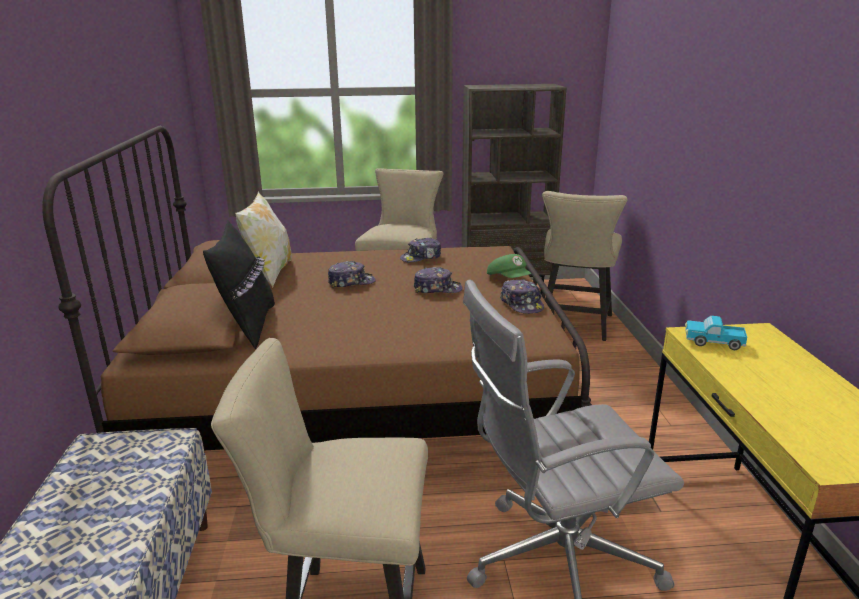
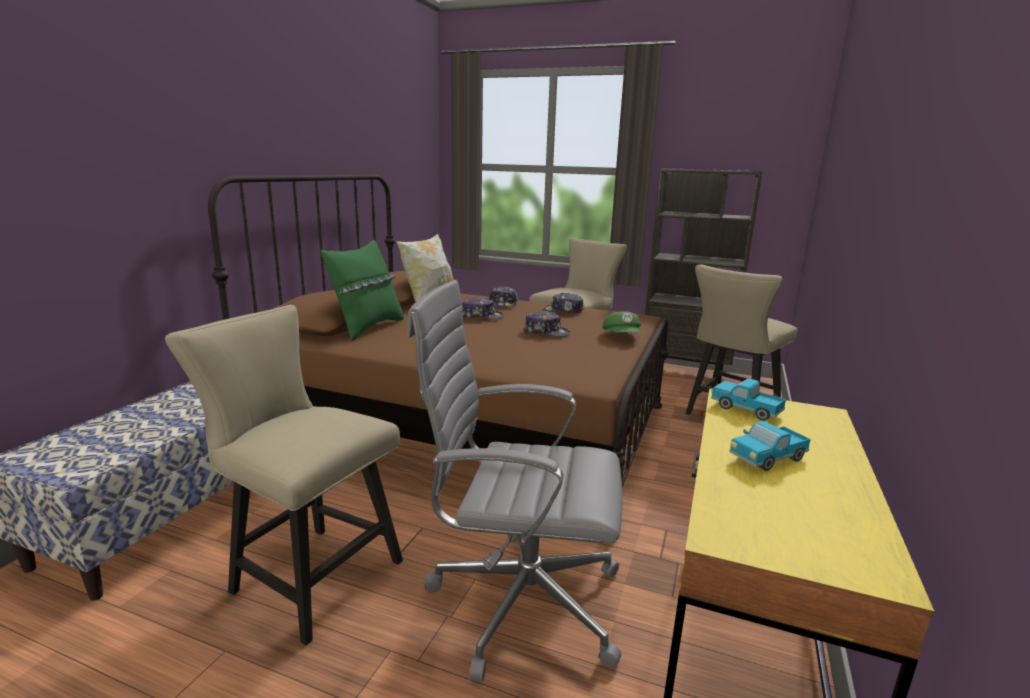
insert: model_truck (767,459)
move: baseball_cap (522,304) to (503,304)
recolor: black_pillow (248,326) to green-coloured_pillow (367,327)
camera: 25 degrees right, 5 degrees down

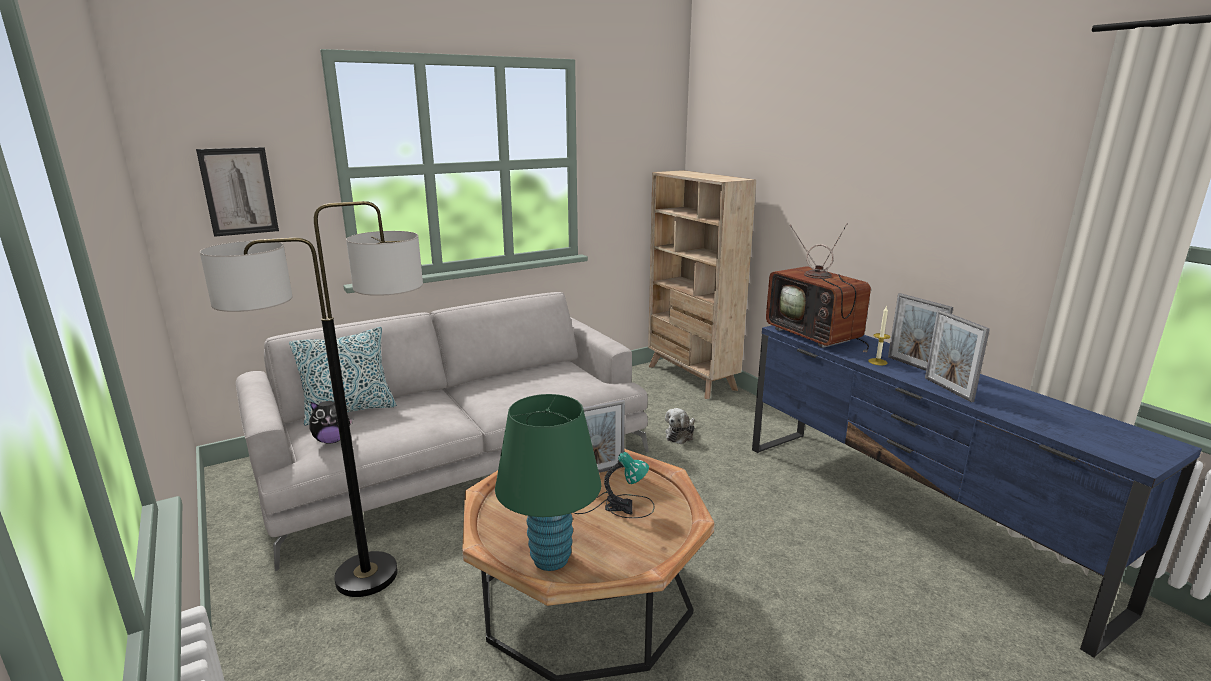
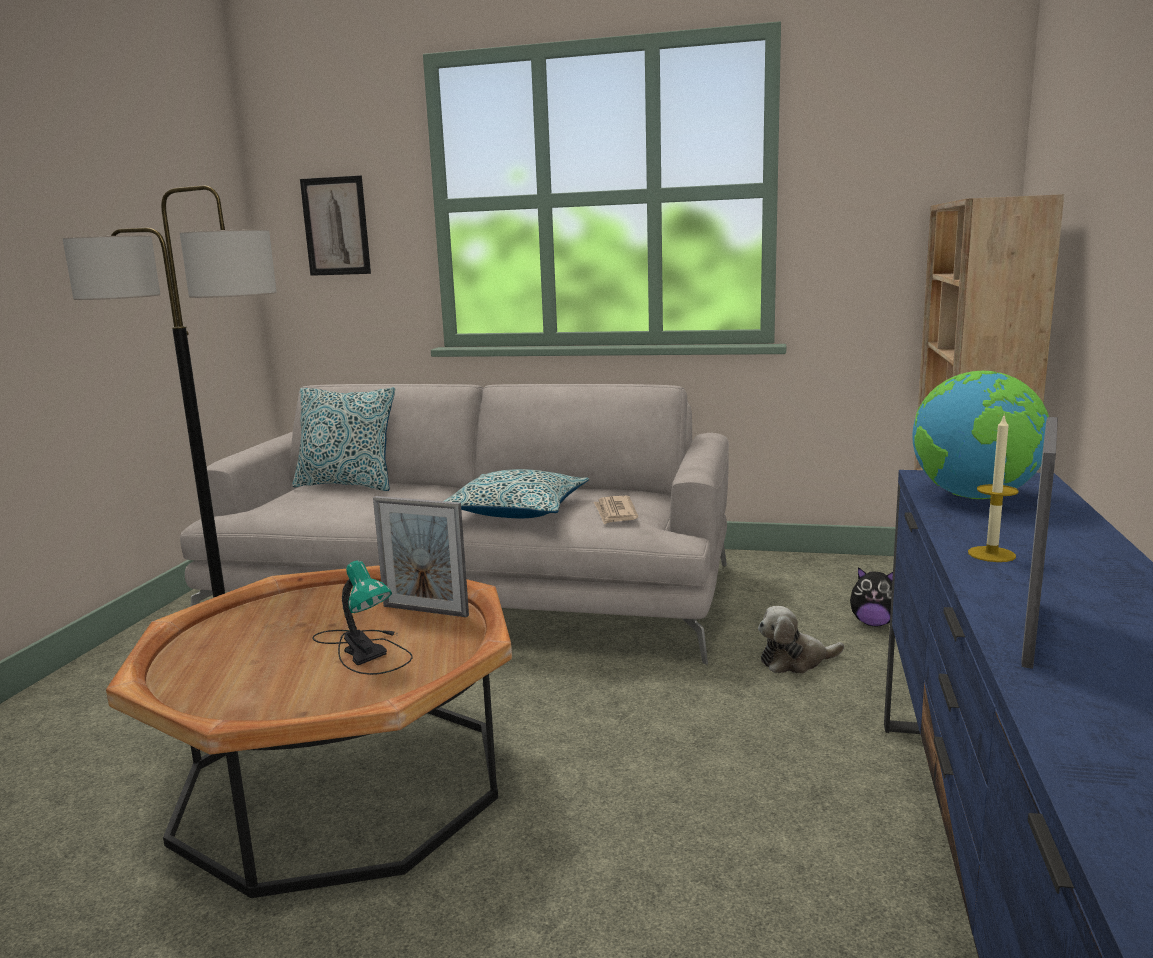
delete: green-coloured_table_lamp (551,559); standing_frame (913,365)
insert: pillow (517,510); newspaper (615,513)
move: plush_toy (332,440) to (874,623)
replace: TV_set (817,336) to globe (975,497)
camera: 45 degrees right, 5 degrees down

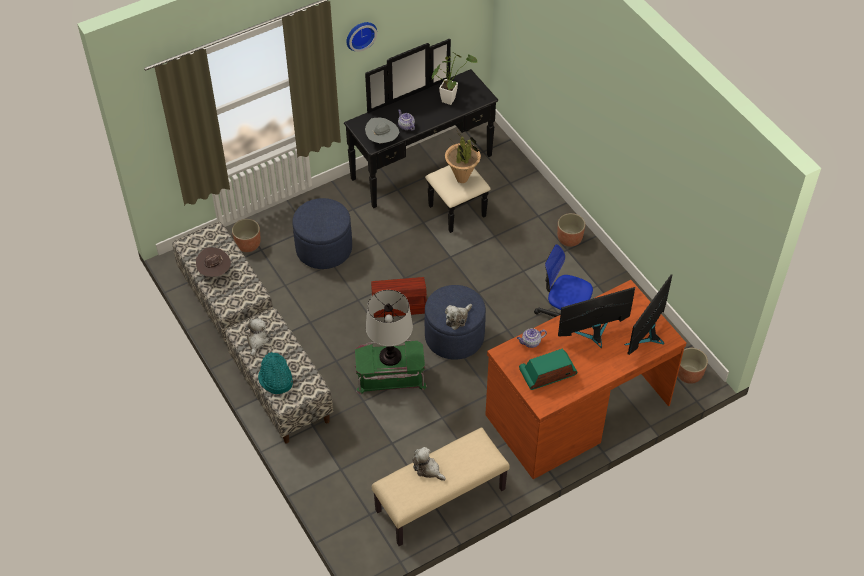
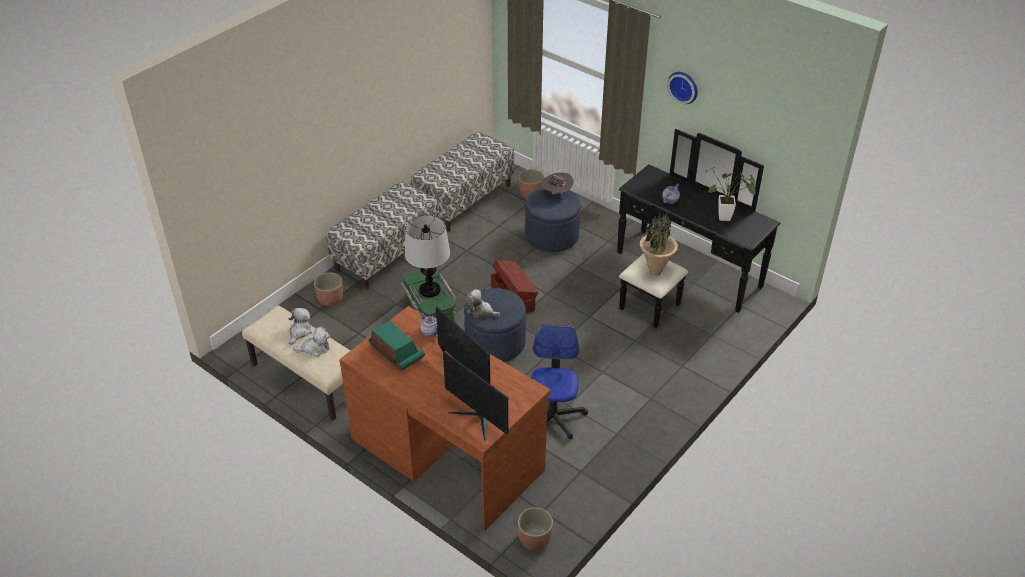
delete: turquoise_wearable_hat (275,379); gray_wearable_hat (382,140)
move: brown-coloured_wearable_hat (214,272) to (556,193); plush_toy (257,341) to (315,348); plant_pot (569,239) to (330,299)
rotate: computer_screen (647,336) = (478,417) 150 degrees counterclockwise
camera: 70 degrees right, 10 degrees down

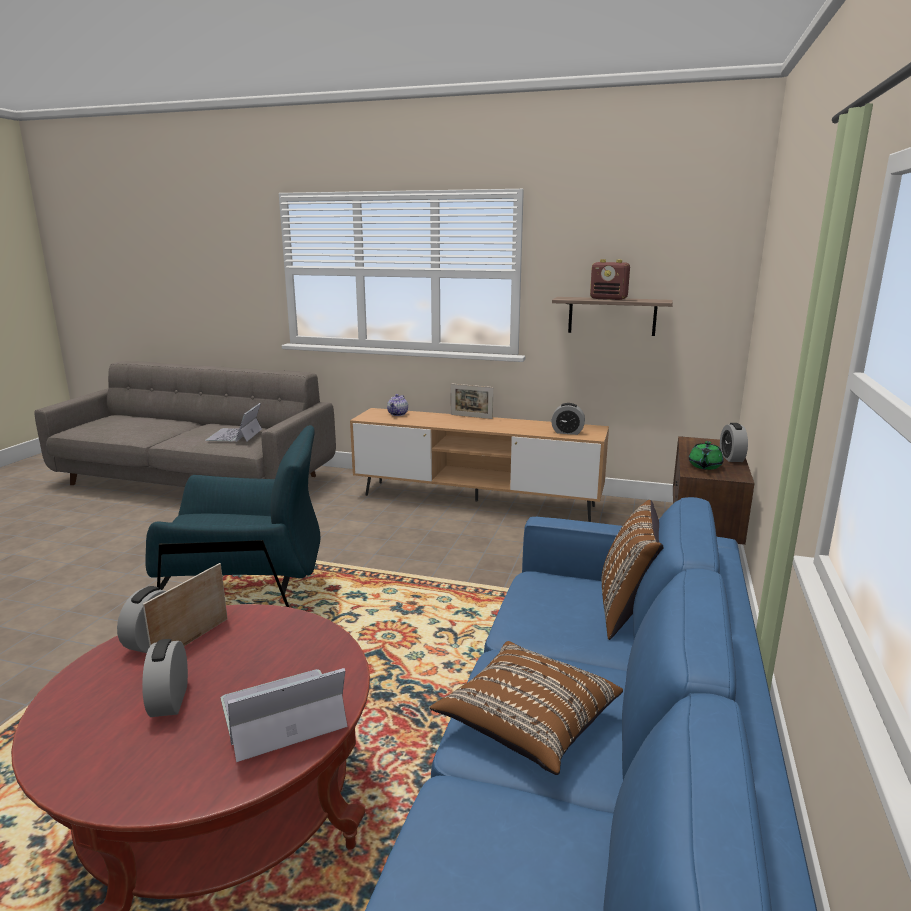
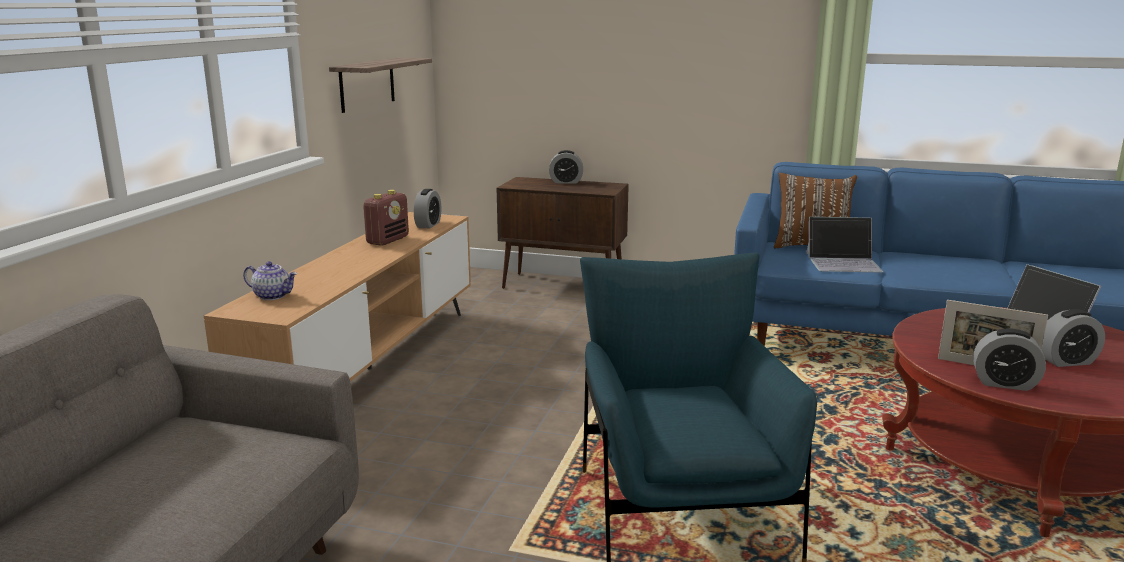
delete: brown-coloured_pillow (527,723); standing_frame (471,416); green-coloured_pot_for_tea (704,466)
move: portable_computer (235,435) to (843,262); radio_set (609,299) to (388,240)
camera: 90 degrees left, 0 degrees up

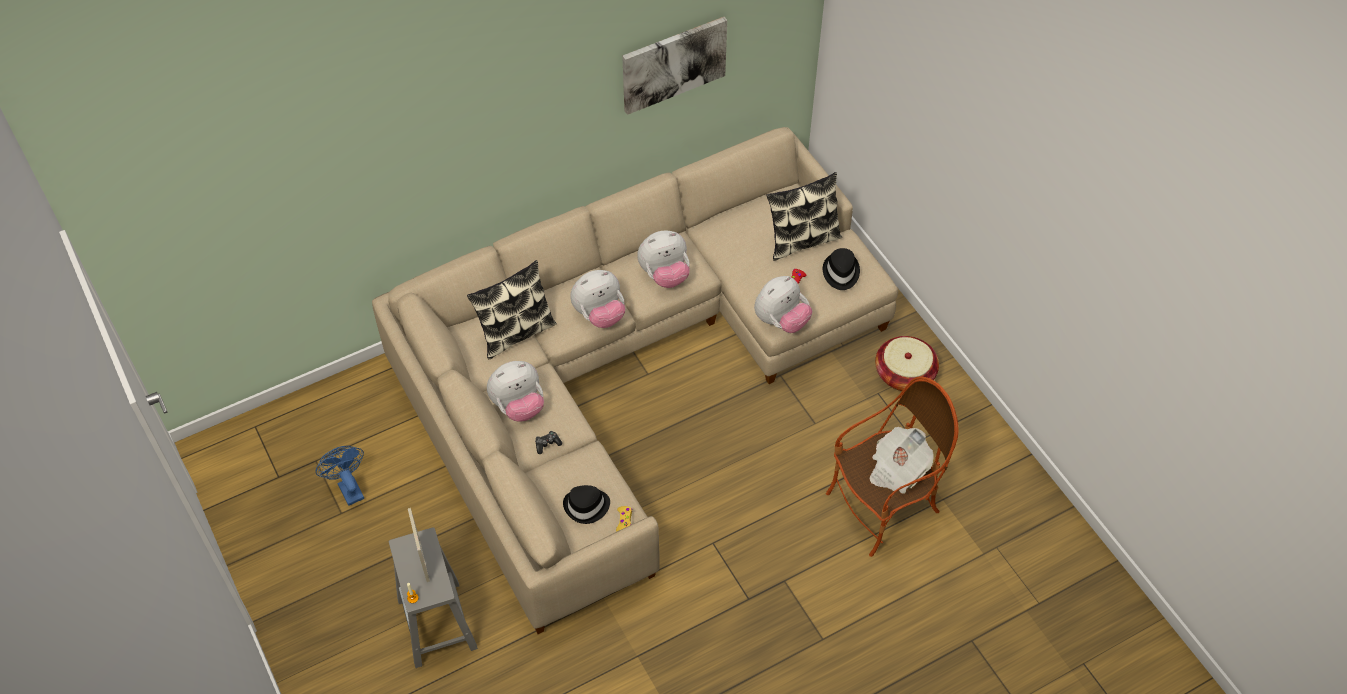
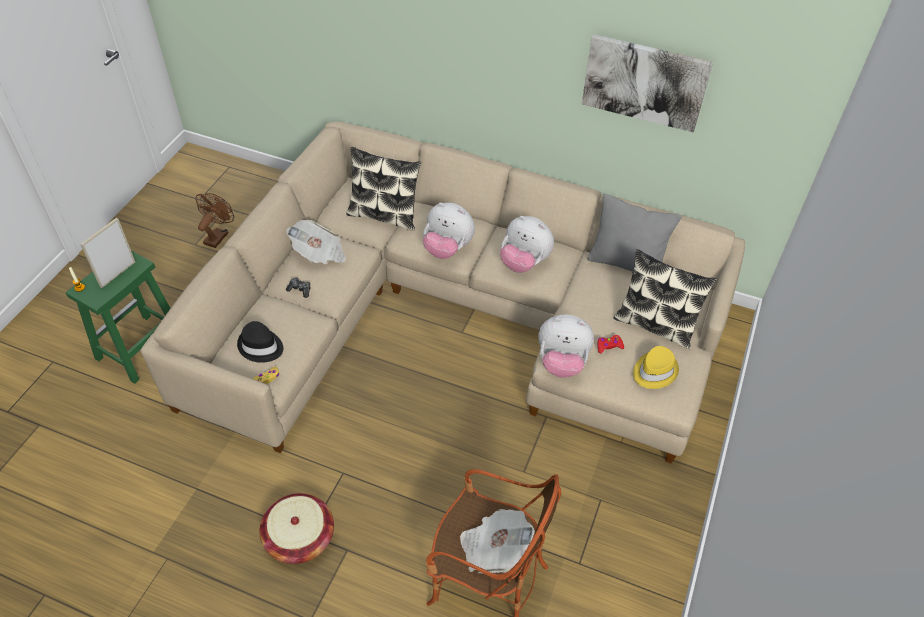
insert: gray_pillow (626,263)
move: storage_basket (904,374) to (299,538)
replace: plush_toy (518,406) to newspaper (319,254)
recolor: bluish_fan (348,487) to brown-coloured_fan (218,235); gray_sitting_stool (438,625) to green-coloured_sitting_stool (140,349); black_wearable_hat (840,272) to yellowish_wearable_hat (654,371)
camera: 50 degrees right, 5 degrees down

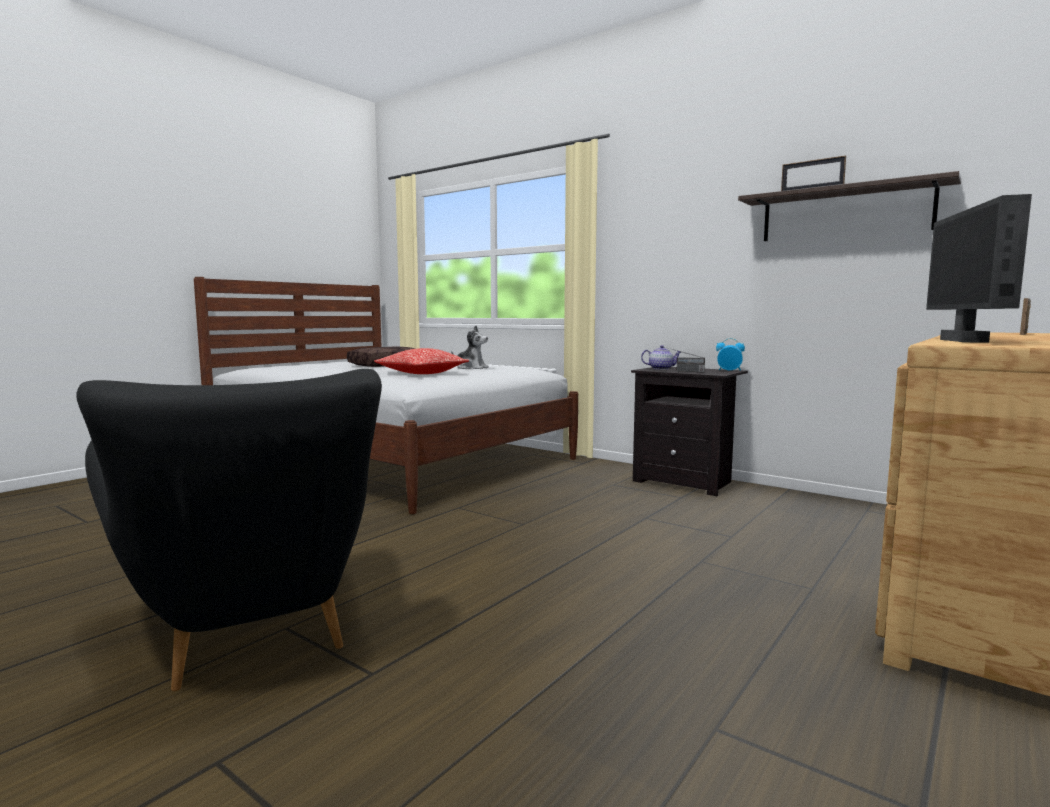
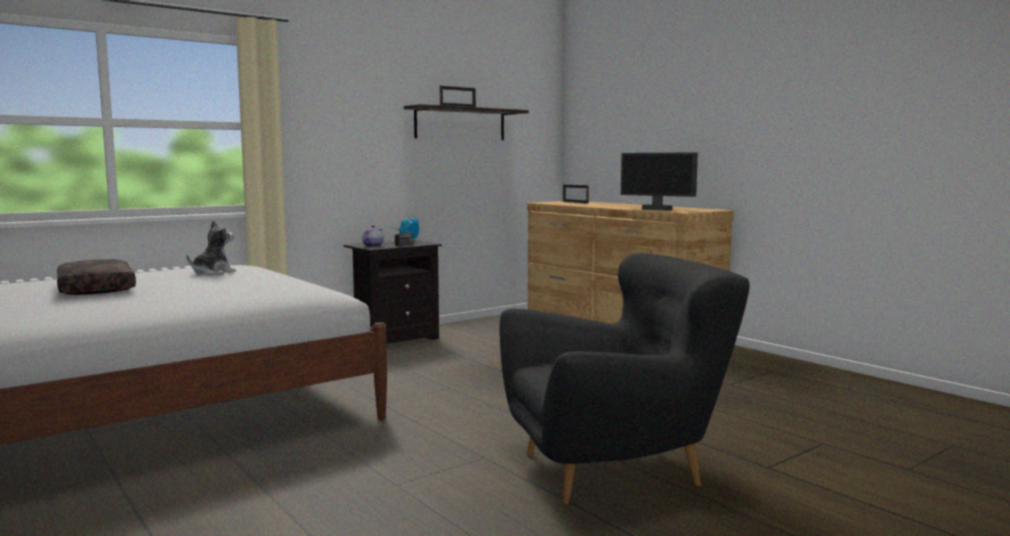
delete: pillow (422,373)
camera: 75 degrees left, 0 degrees up

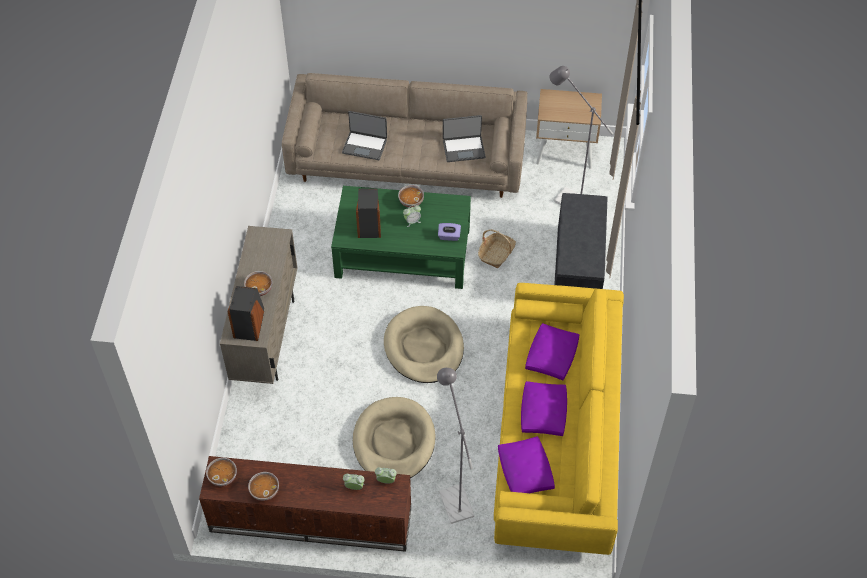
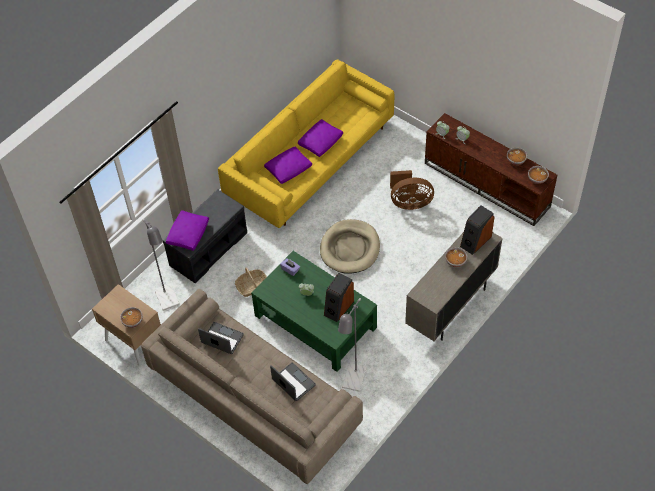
move: serving_bowl (410,202) to (133,321); gray_floor_lamp (453,497) to (353,382); purplish_pillow (525,472) to (188,234)
replace: beige-coloured_dog_cushion (394,441) to brown-coloured_fan (409,202)
camera: 145 degrees left, 0 degrees up

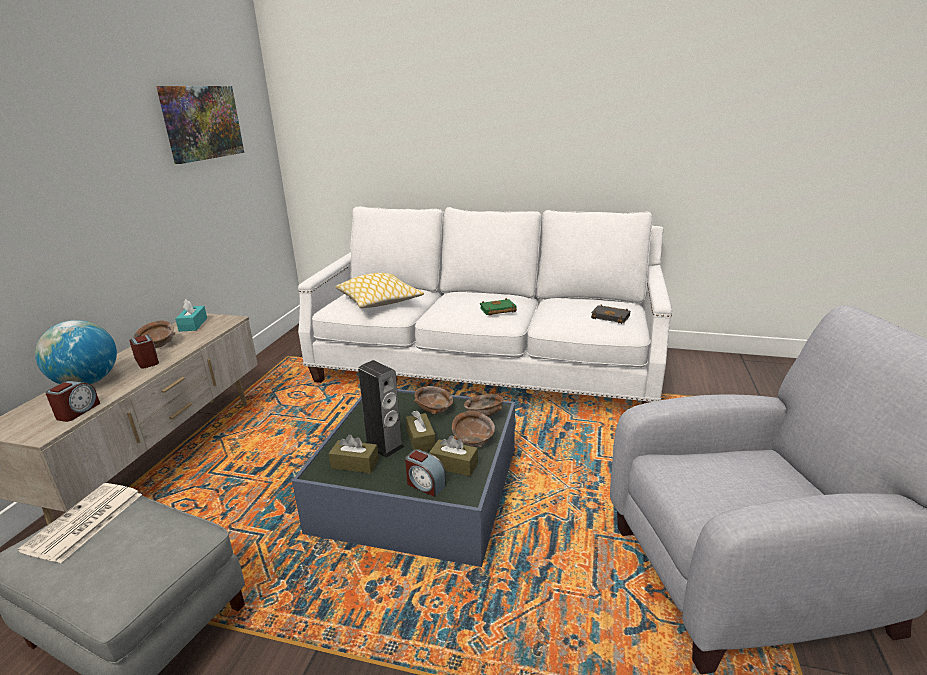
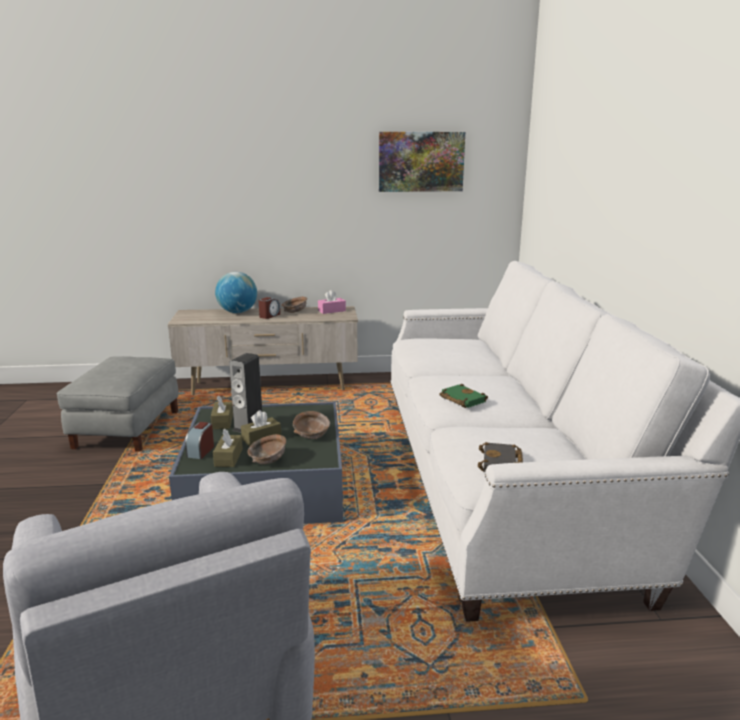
delete: newspaper (84,523); bedside_clock (77,411); pillow (379,301); brown-coloured_serving_bowl (484,414)
recolor: turquoise_tissue_holder (193,324) to pink_tissue_holder (331,311)
camera: 70 degrees right, 5 degrees down

